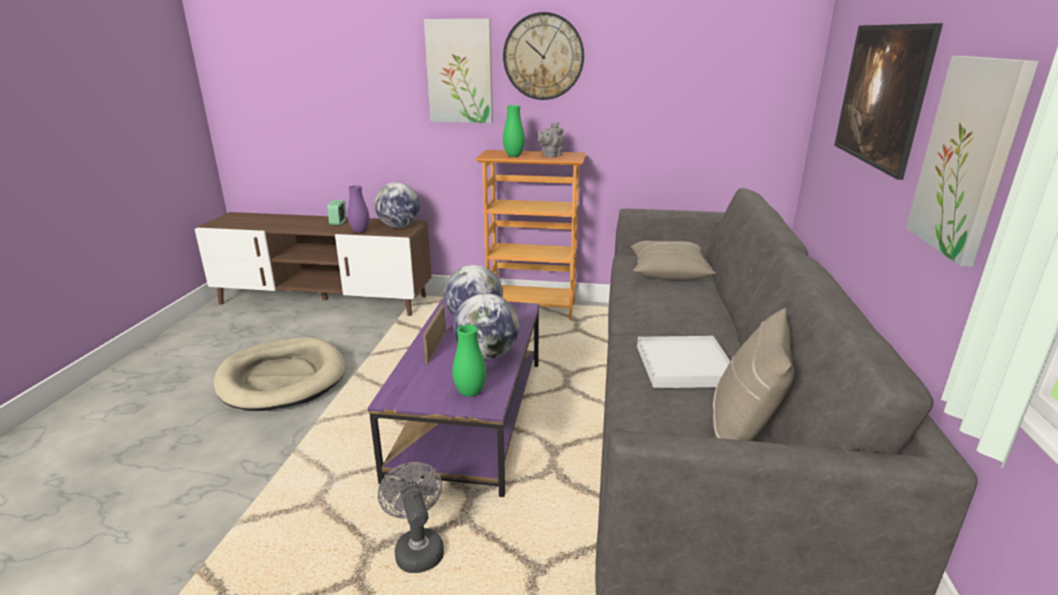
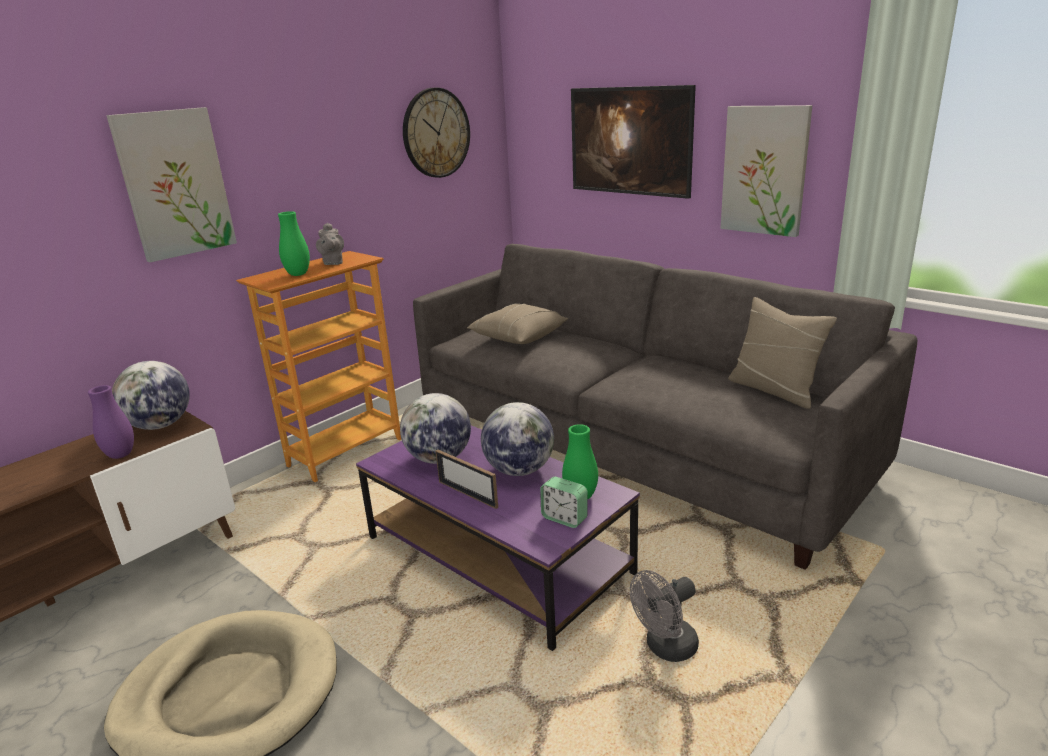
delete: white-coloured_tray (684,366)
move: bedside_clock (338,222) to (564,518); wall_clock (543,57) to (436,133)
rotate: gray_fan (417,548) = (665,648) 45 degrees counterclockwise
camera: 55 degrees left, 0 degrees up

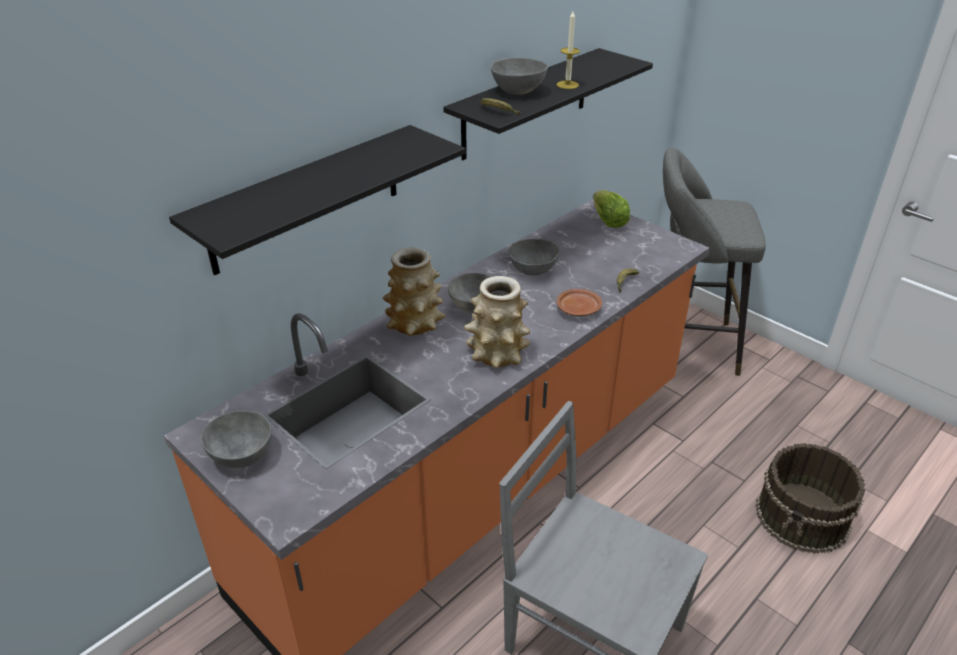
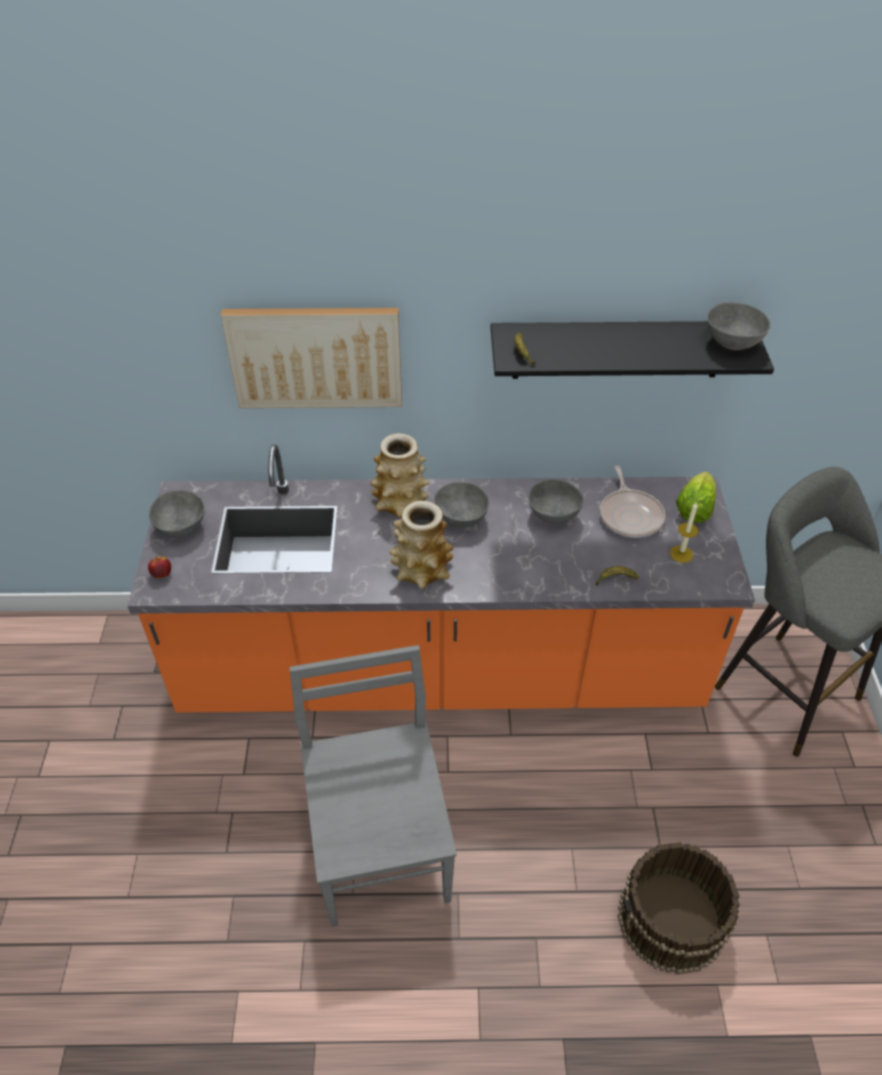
delete: brown-coloured_plate (578,309)
insert: whole_apple (162,574); frying_pan (630,515)
move: gray_serving_bowl (518,91) to (732,343); wax_light (567,85) to (681,554)
replace: black_shelf (306,199) to wall_art (316,356)
camera: 45 degrees right, 10 degrees up

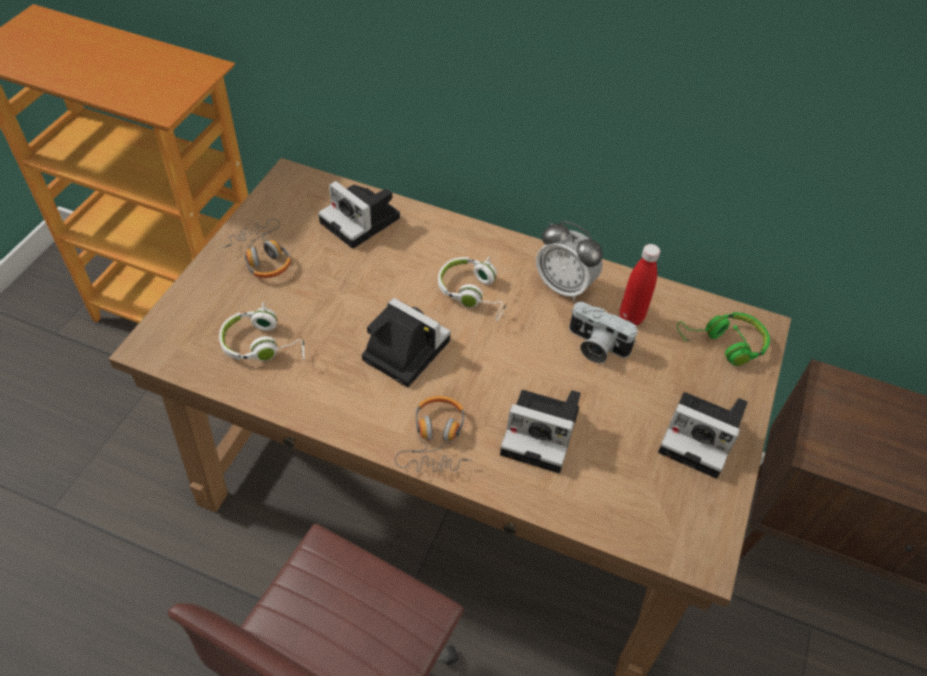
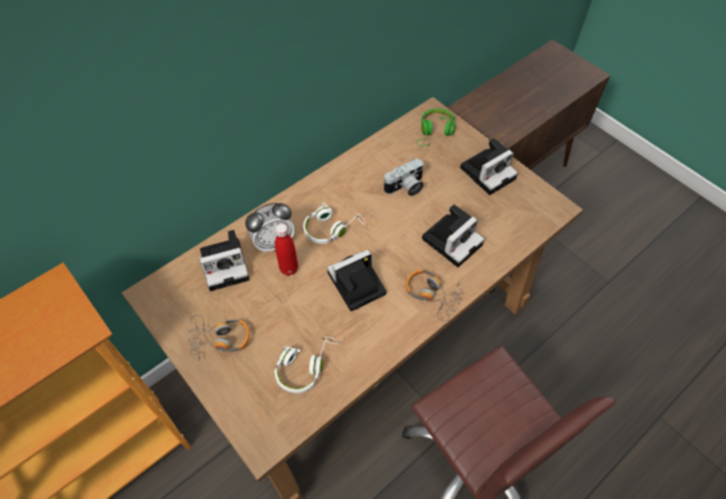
move: bedside_clock (564,286) to (273,242); red-coloured_bottle (631,318) to (289,269)
camera: 60 degrees left, 5 degrees up

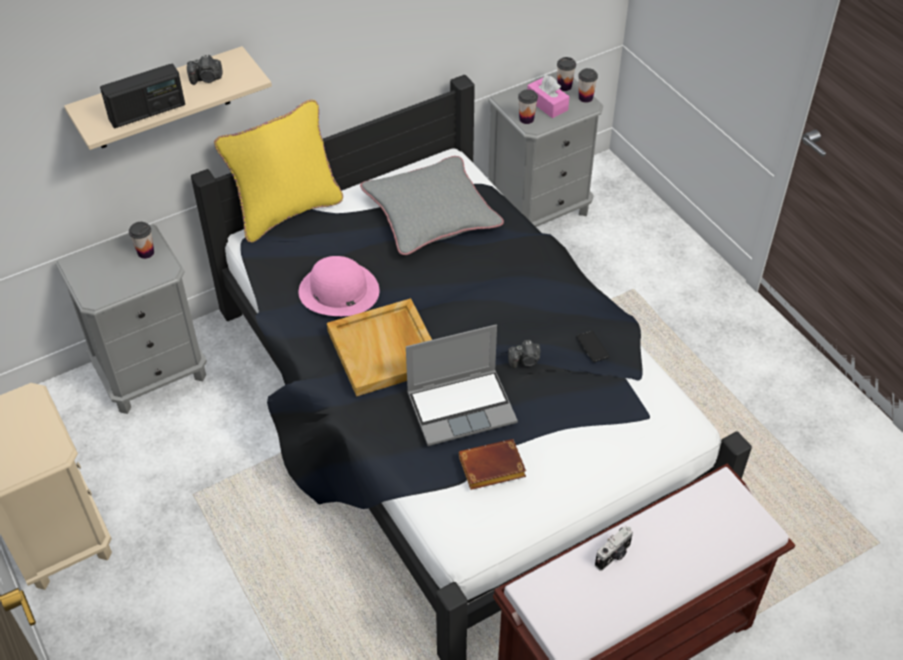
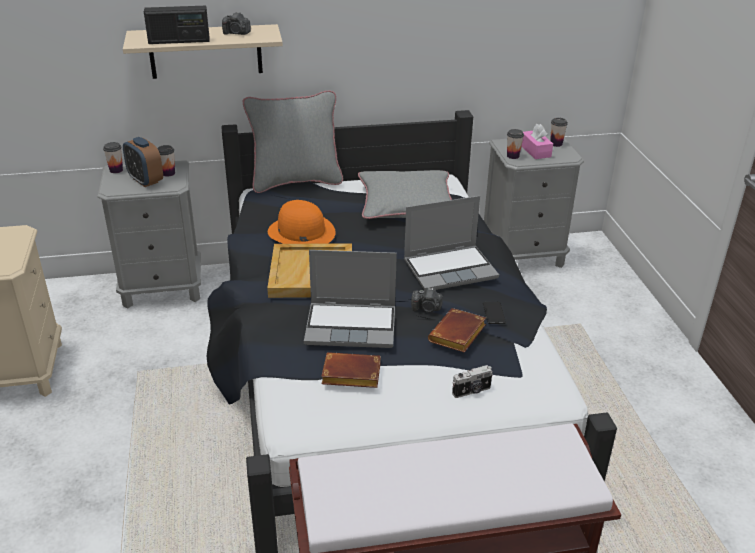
insert: bedside_clock (145,180); portable_computer (450,269); brown-coloured_volume (458,336)
move: small_cup (585,98) to (116,170); still_camera (613,555) to (472,391)
recolor: yellowish_pillow (287,211) to gray_pillow (296,181); pink_wearable_hat (338,291) to orange-coloured_wearable_hat (301,232)
camera: 20 degrees right, 15 degrees down

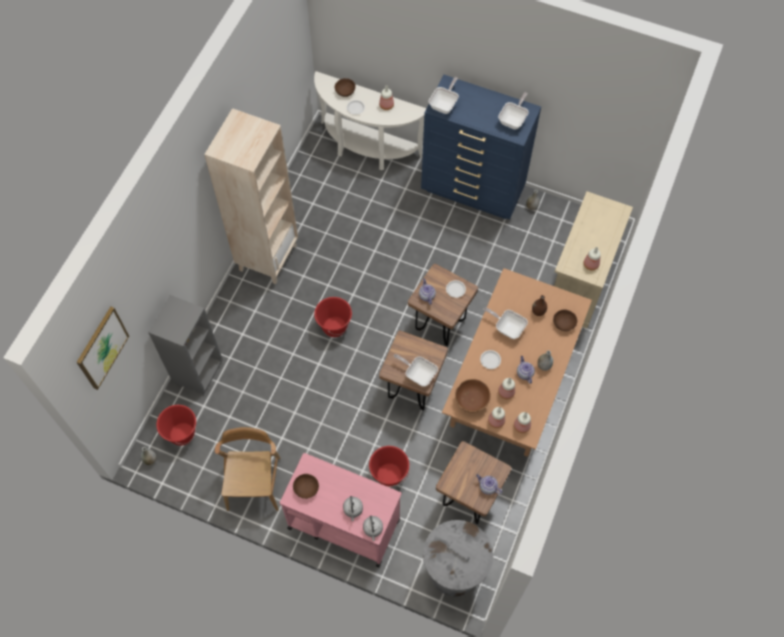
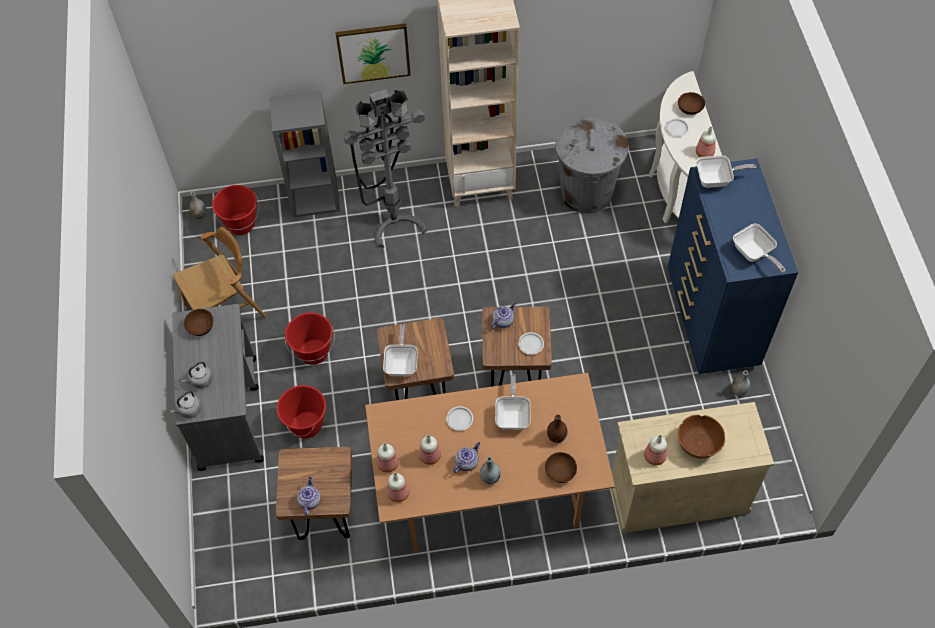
insert: gray_floor_lamp (395,223)
move: wall_art (102,347) to (373,52); red-coloured_pail (334,327) to (313,352); gray_rubbish_bin (454,571) to (586,192); brown-coloured_serving_bowl (471,401) to (698,444)
recolor: pink_wheeled_cart (343,523) to gray_wheeled_cart (228,412)
rotate: frying_pan (513,120) = (754,254) 60 degrees clockwise
camera: 60 degrees right, 5 degrees down

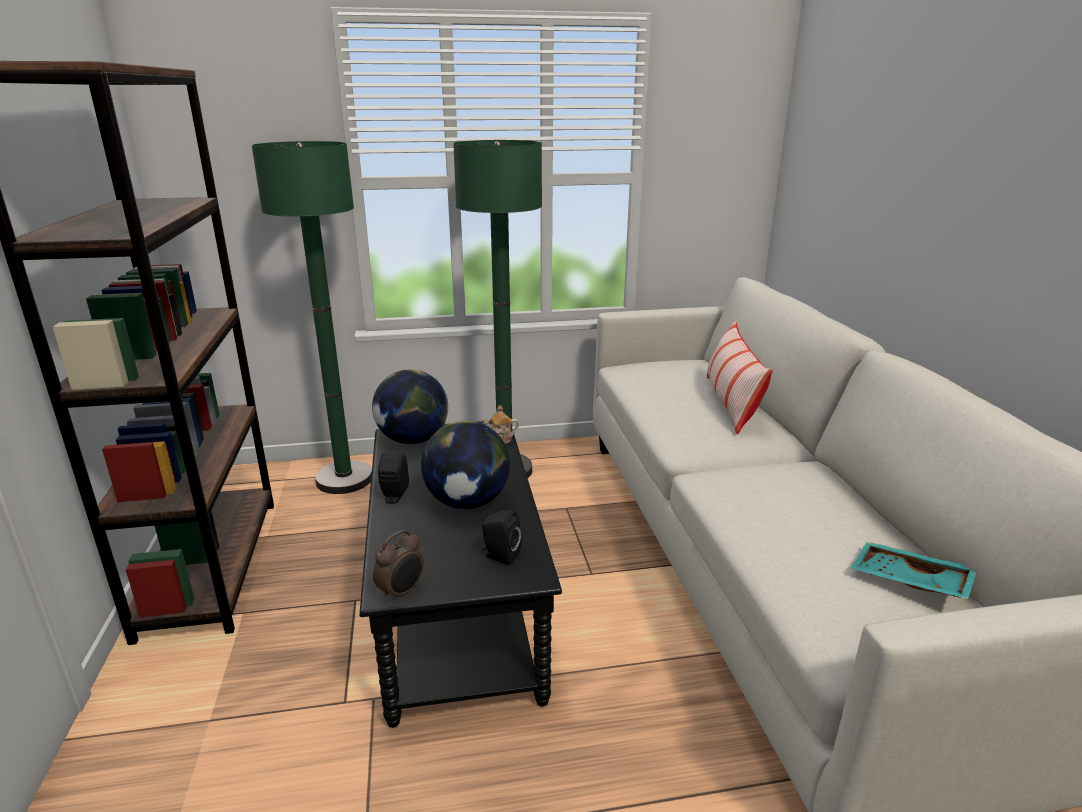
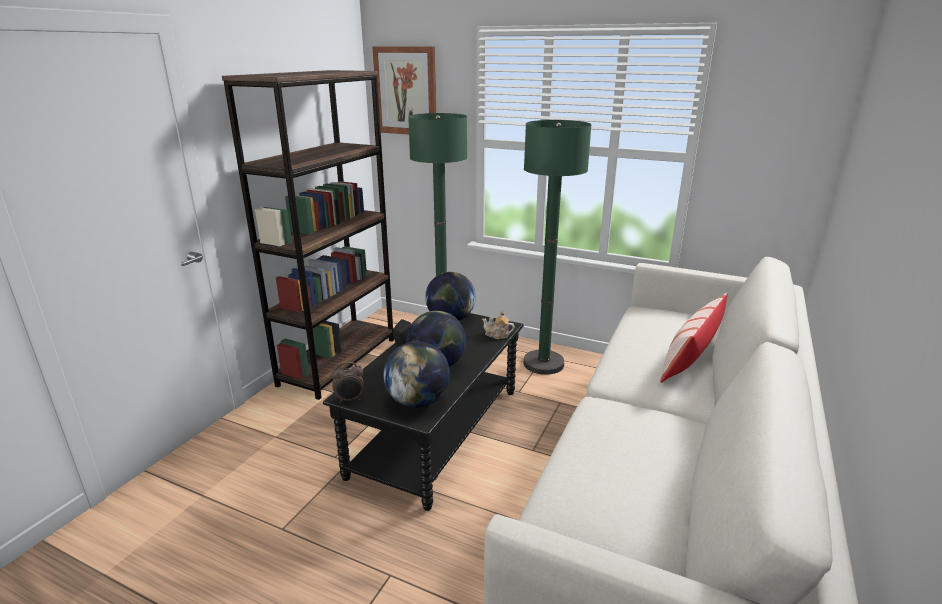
delete: turquoise_tray (909,582)
insert: wall_art (406,91)
replace: black_audio_speaker (500,556) to globe (418,401)
camera: 35 degrees right, 0 degrees up

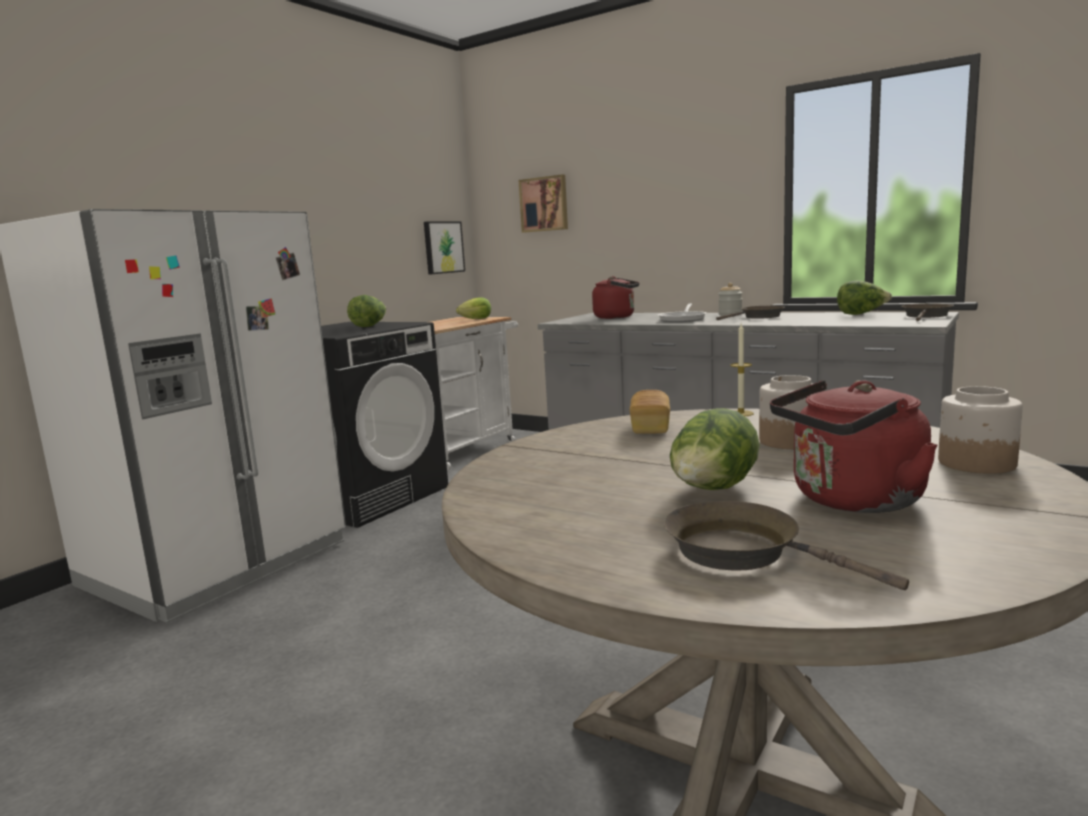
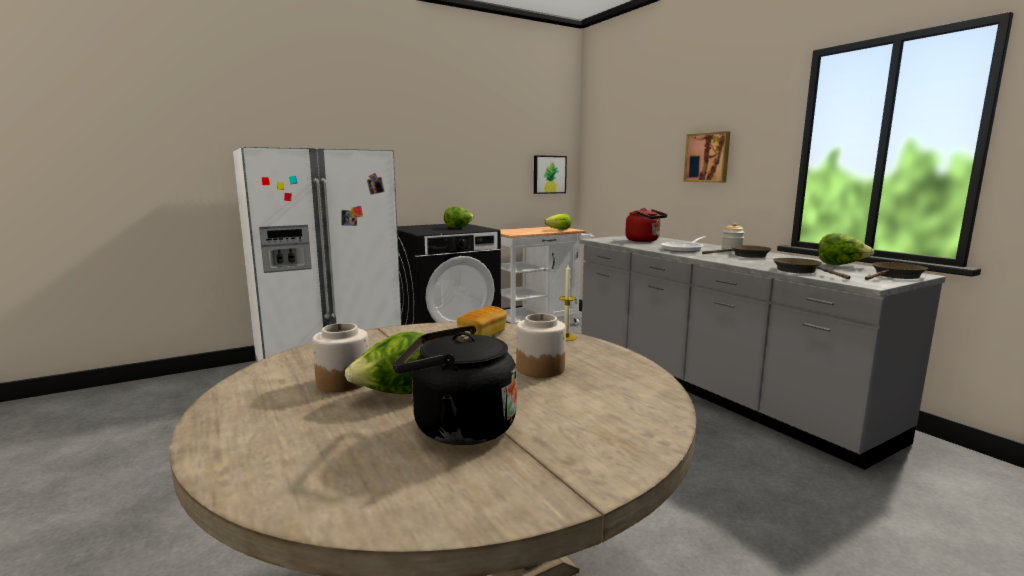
move: wall_art (544,204) to (707,157); brown-coloured_frying_pan (743,552) to (800,271); preserve_jar (975,463) to (343,381)
recolor: red-coloured_water_kettle (851,501) to black_water_kettle (457,428)
camera: 25 degrees right, 0 degrees up

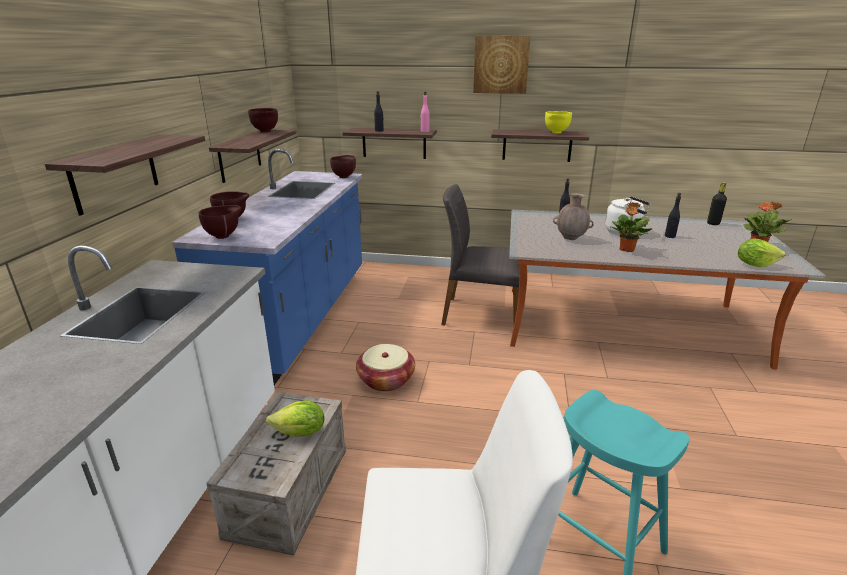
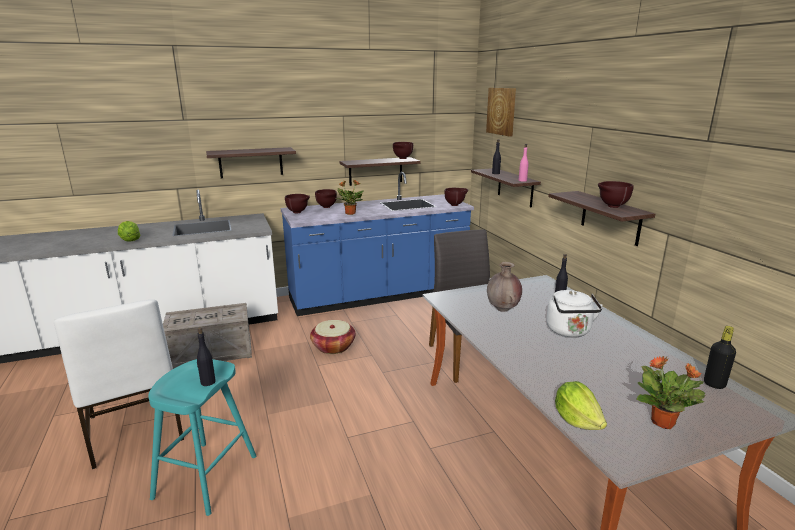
move: lettuce (300,433) to (130,240); wall_art (501,64) to (502,111); plant_in_a_pot (626,250) to (350,213); black_bottle (670,236) to (208,382)
recolor: yellowish_serving_bowl (556,133) to brown-coloured_serving_bowl (611,206)
camera: 60 degrees right, 5 degrees down

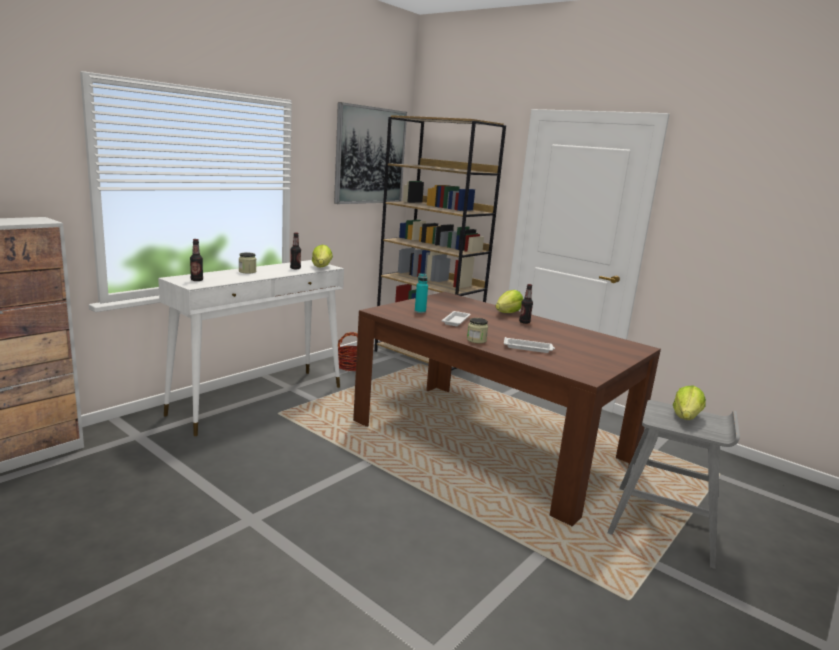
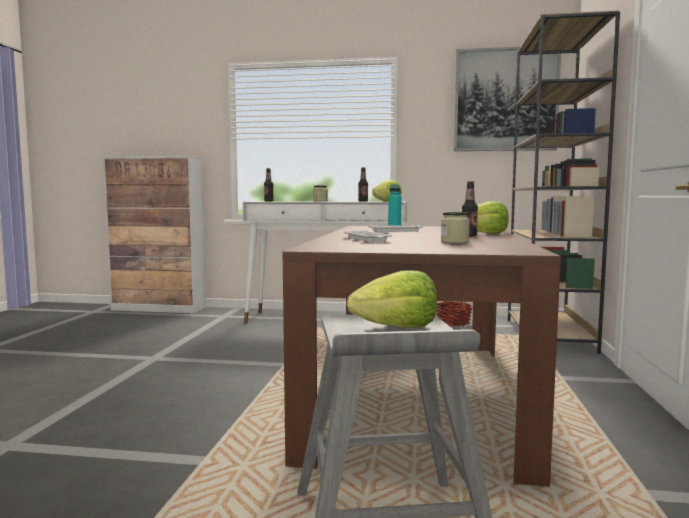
move: preserve_jar (476,340) to (455,242)
camera: 60 degrees right, 10 degrees down

